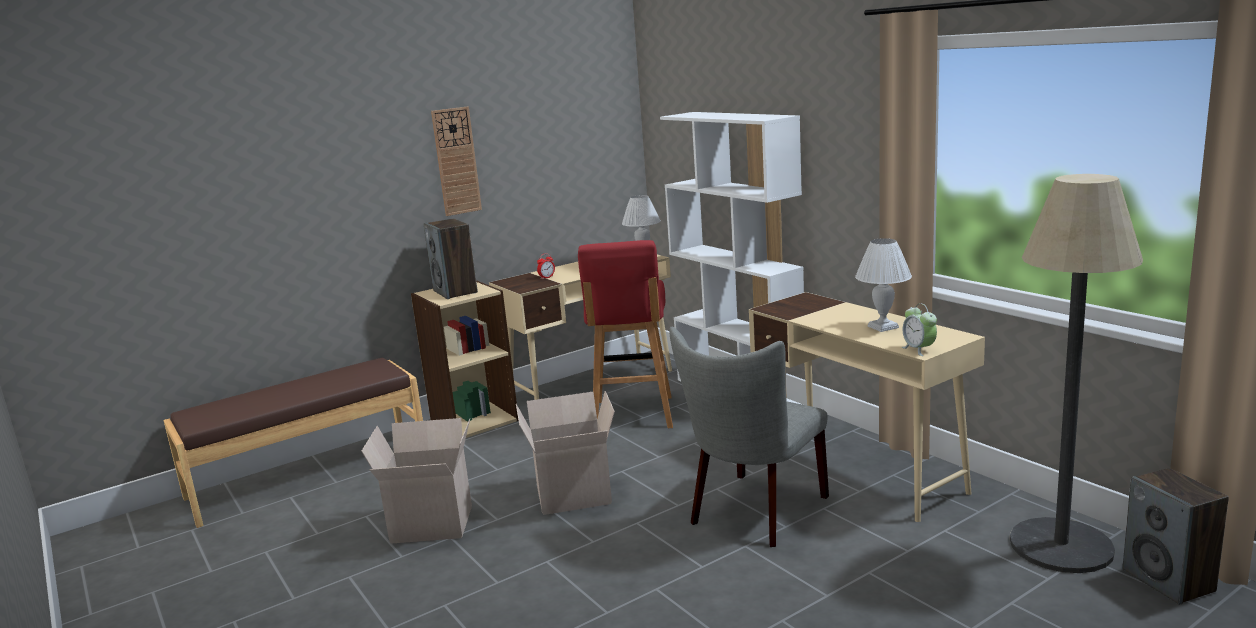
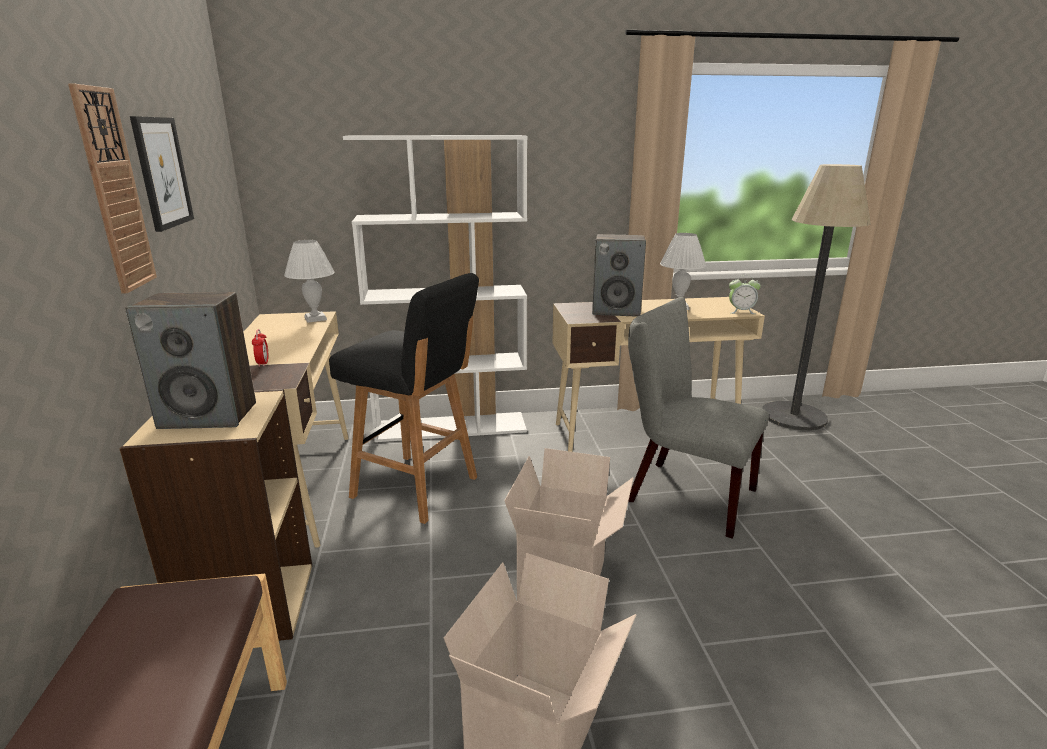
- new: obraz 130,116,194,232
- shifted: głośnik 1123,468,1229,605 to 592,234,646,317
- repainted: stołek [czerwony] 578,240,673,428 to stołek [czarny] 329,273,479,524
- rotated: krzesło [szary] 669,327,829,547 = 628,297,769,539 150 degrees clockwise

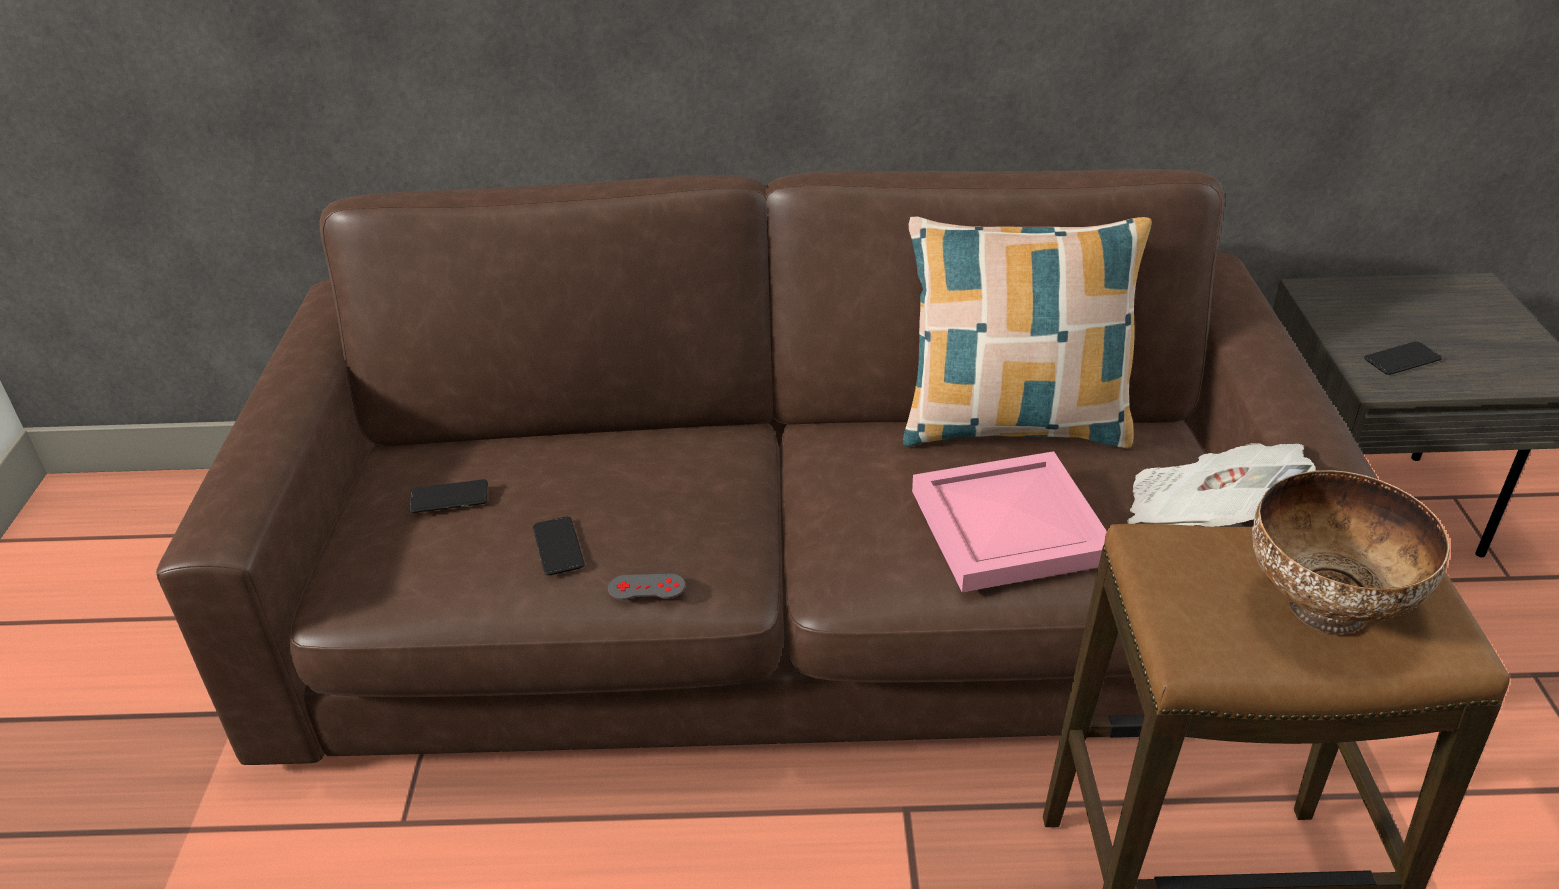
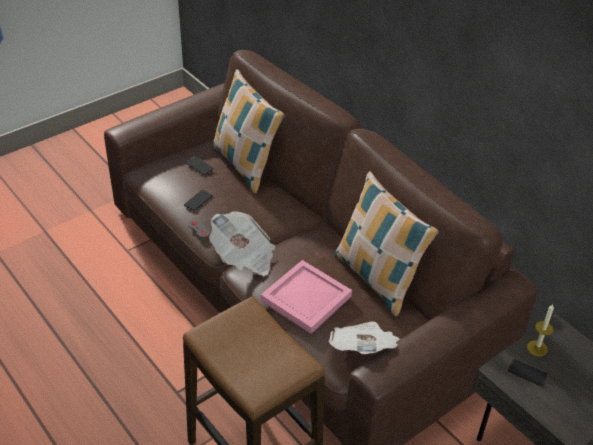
- gone: miska 1252,470,1450,634
- new: gazeta 209,211,275,276
- new: poduszka 212,69,285,193
- new: świeca 527,304,554,357

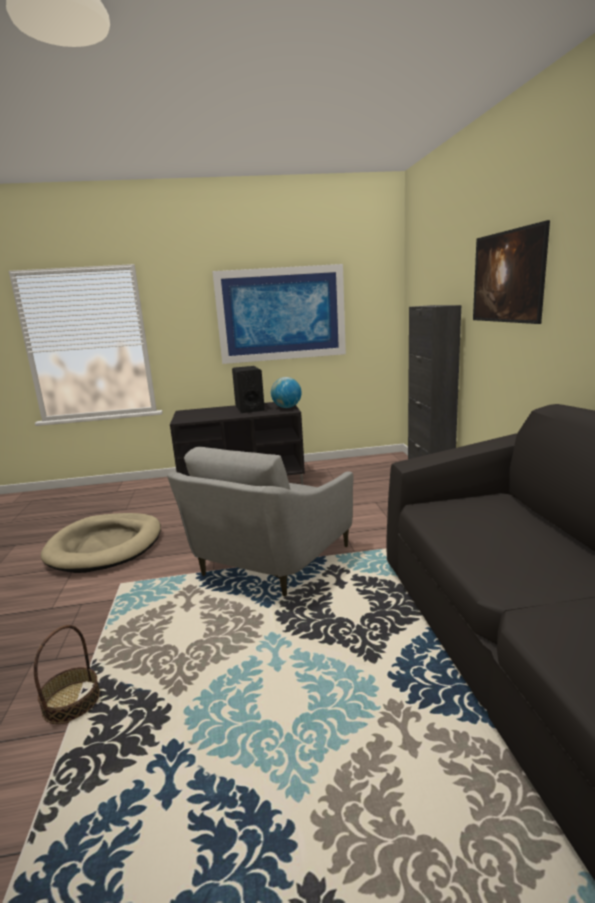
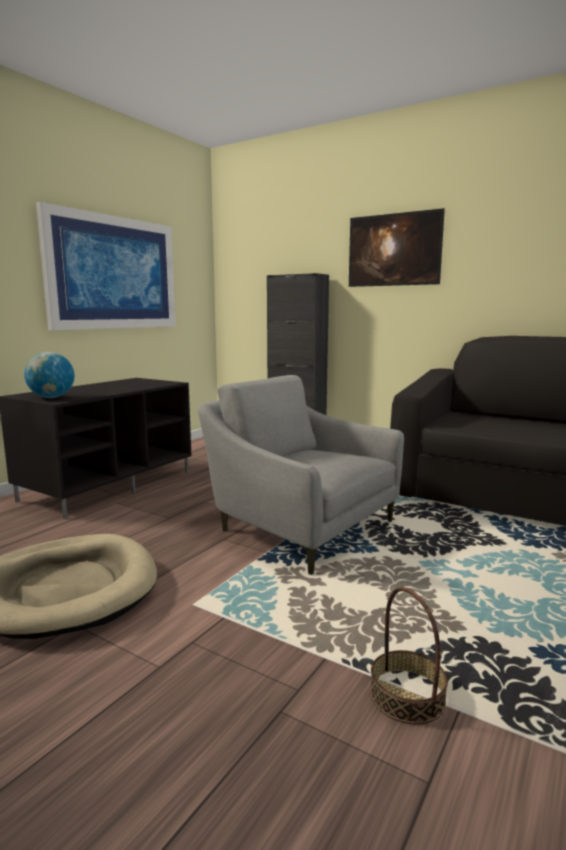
- gone: głośnik [czarny] 232,366,265,413
- shifted: globus 271,377,302,408 to 24,352,74,398
- rotated: fotel [szary] 167,447,354,597 = 197,375,404,575 150 degrees clockwise

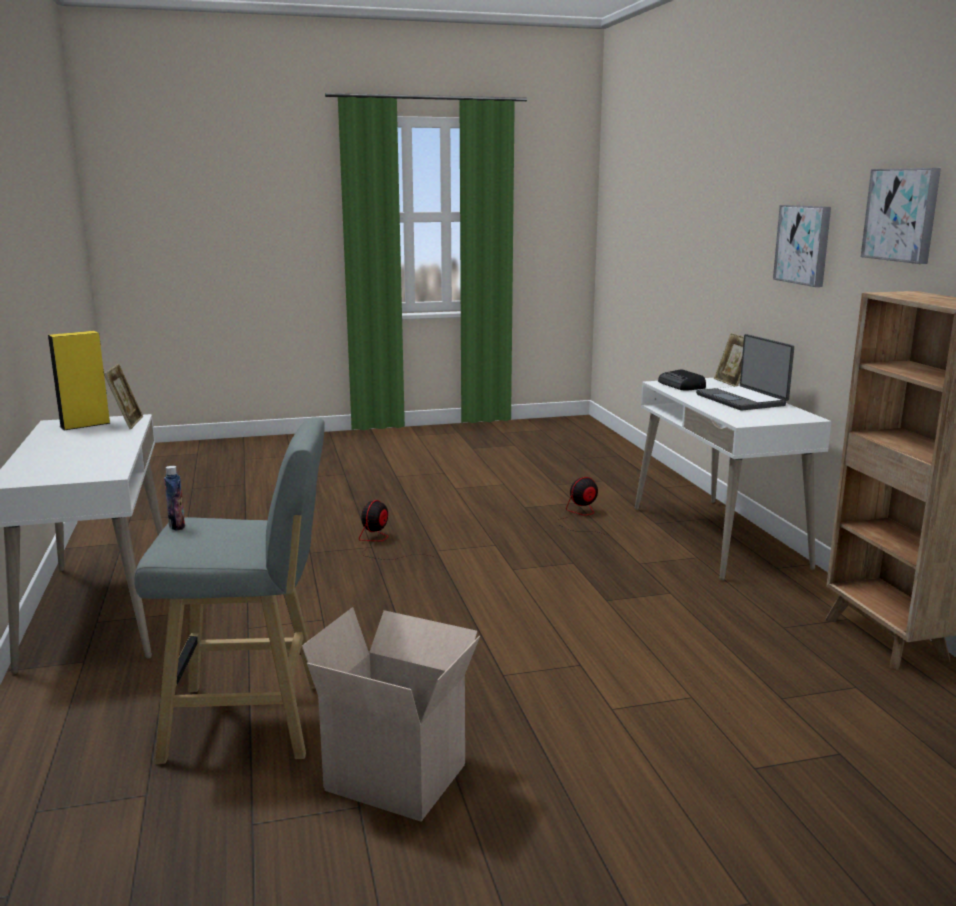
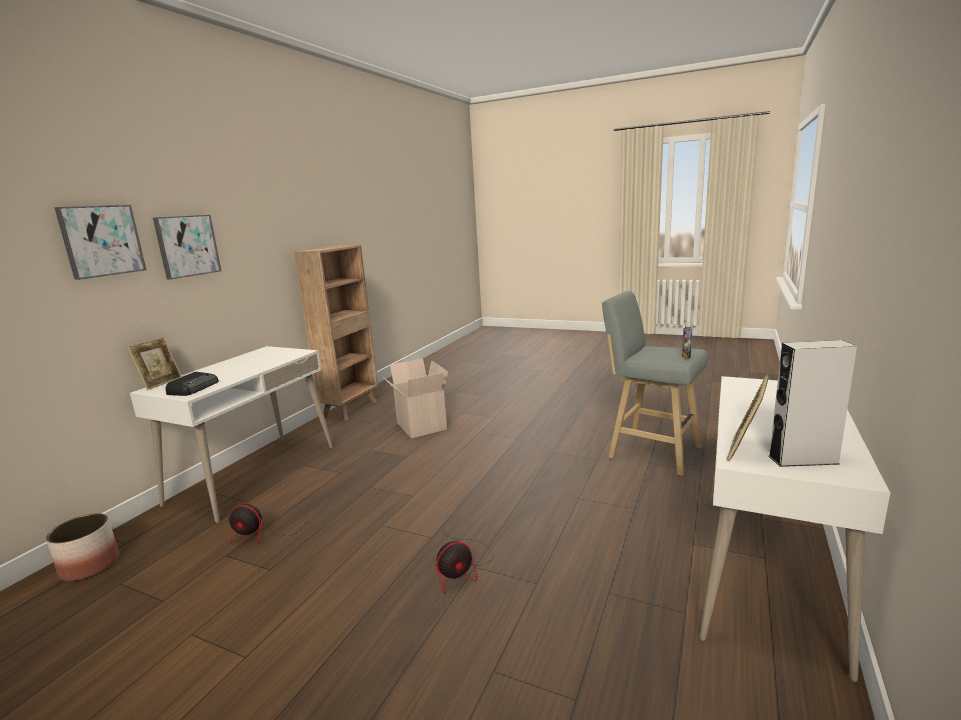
- gone: laptop 696,334,794,411
- new: donica 46,513,119,581
- shifted: karton 302,607,480,822 to 379,358,448,438
- shifted: obraz 861,168,941,264 to 54,205,146,280
- repainted: głośnik [żółty] 48,331,111,430 to głośnik [szary] 769,340,857,467

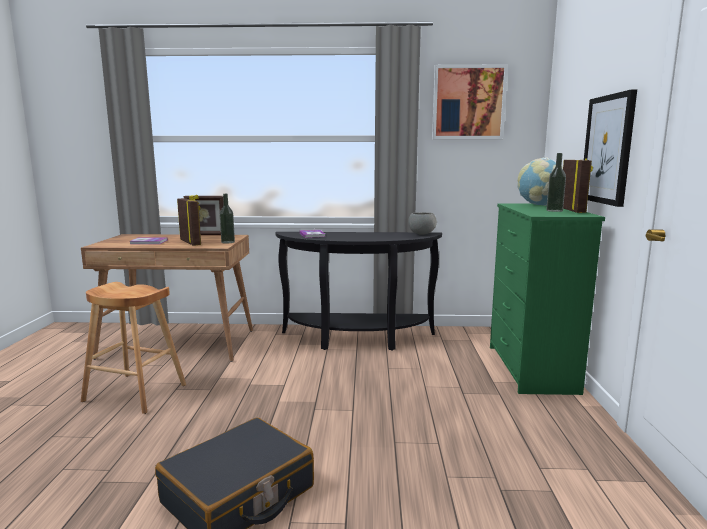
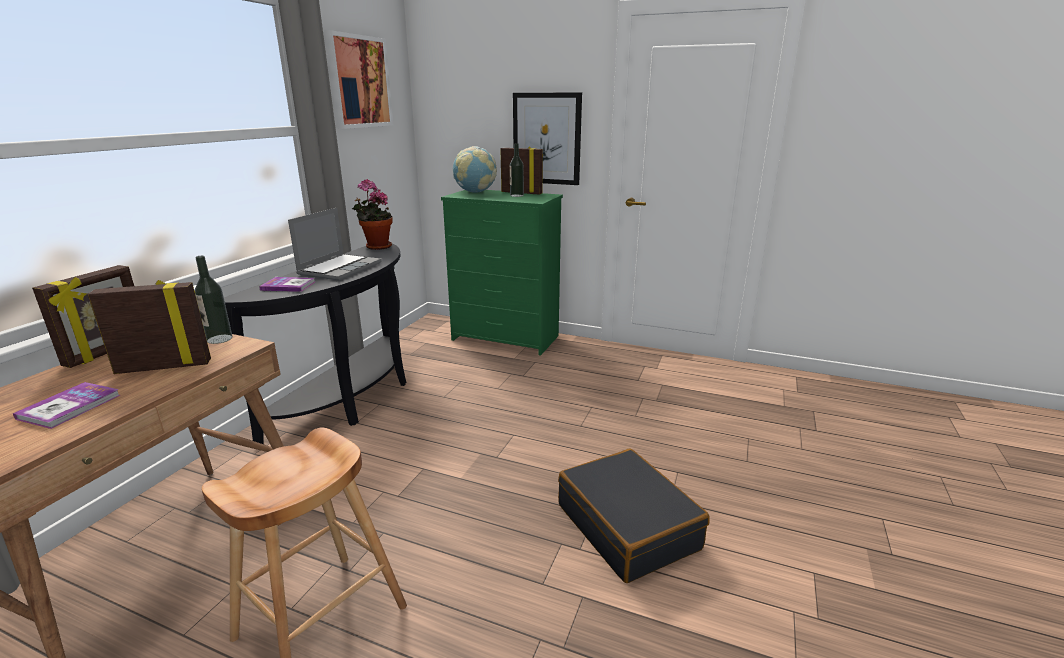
- new: laptop 288,208,382,280
- swapped: miska [szary] 408,212,437,234 to roślina doniczkowa 351,179,393,250

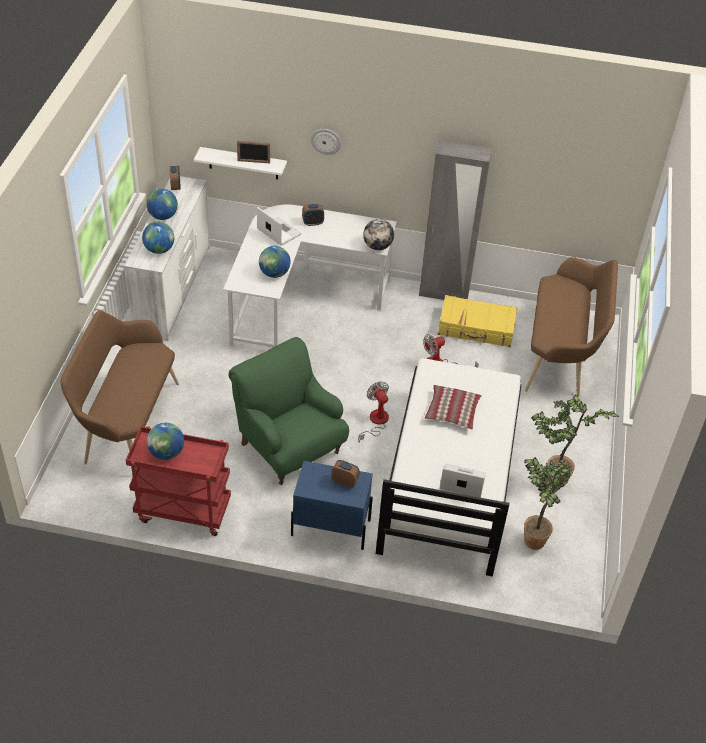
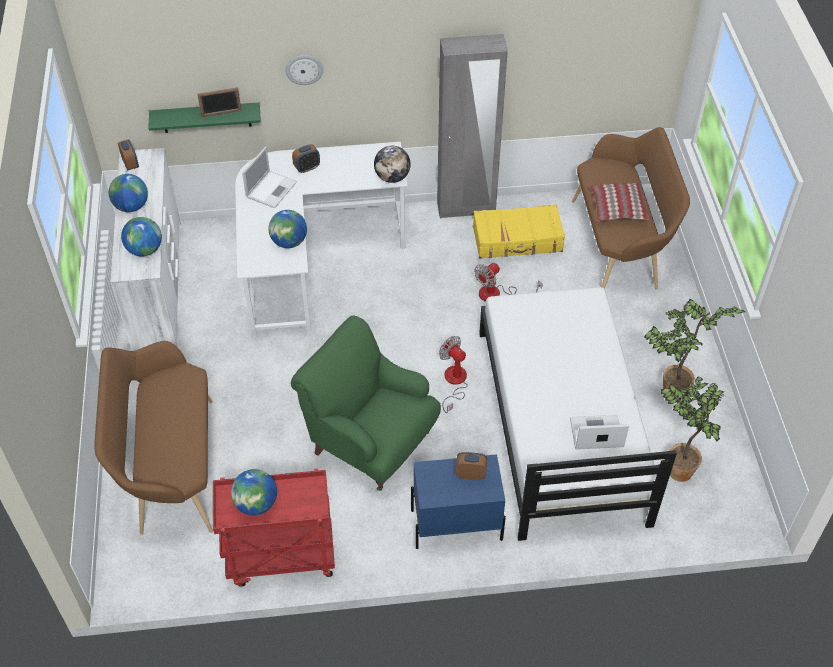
- shifted: poduszka 425,385,482,429 to 590,183,649,221
- repainted: półka [biały] 194,147,287,179 to półka [zielony] 148,102,261,133
- rotated: laptop 257,207,301,246 = 242,147,297,208 90 degrees clockwise

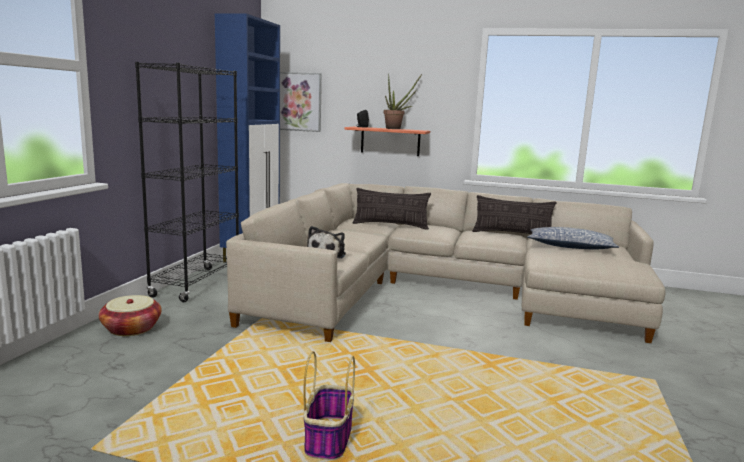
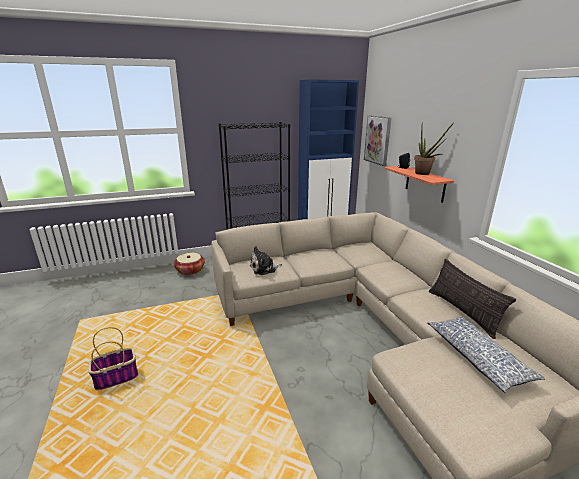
- gone: poduszka 352,188,431,230

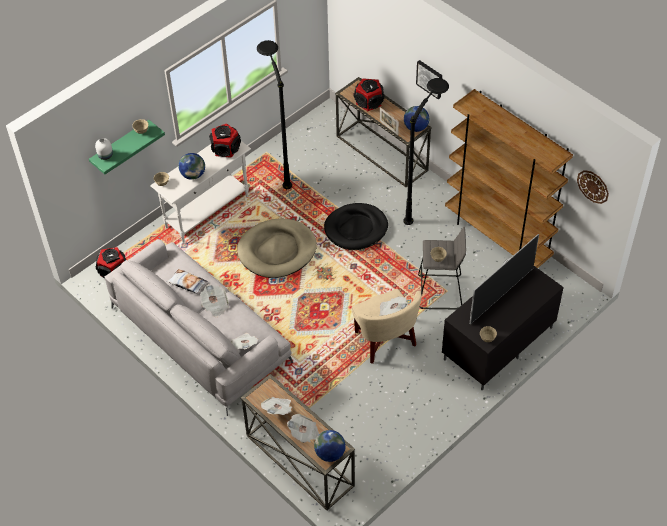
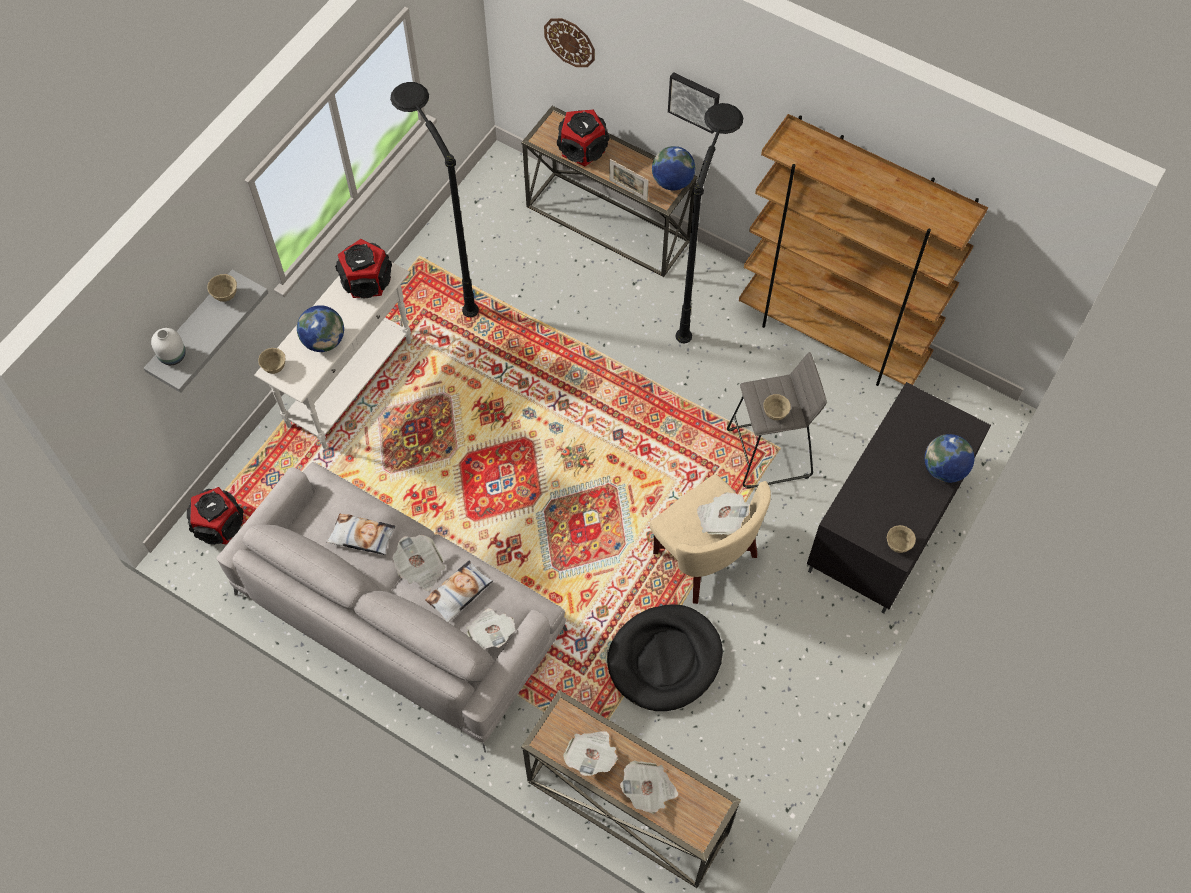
- gone: legowisko [beżowy] 237,218,317,278
- gone: telewizor 470,234,539,325
- new: poduszka 425,560,493,623
- shifted: globus 314,430,346,462 to 925,434,974,483
- shifted: legowisko [czarny] 324,203,388,250 to 607,604,723,711
- shifted: zegar ścienny 577,170,609,204 to 544,18,595,67
- repainted: półka [zielony] 89,120,165,175 to półka [szary] 144,269,268,393

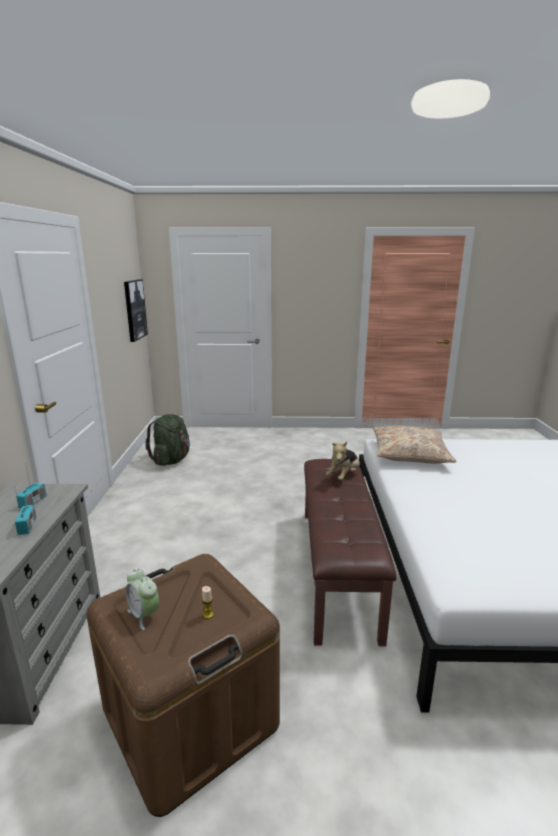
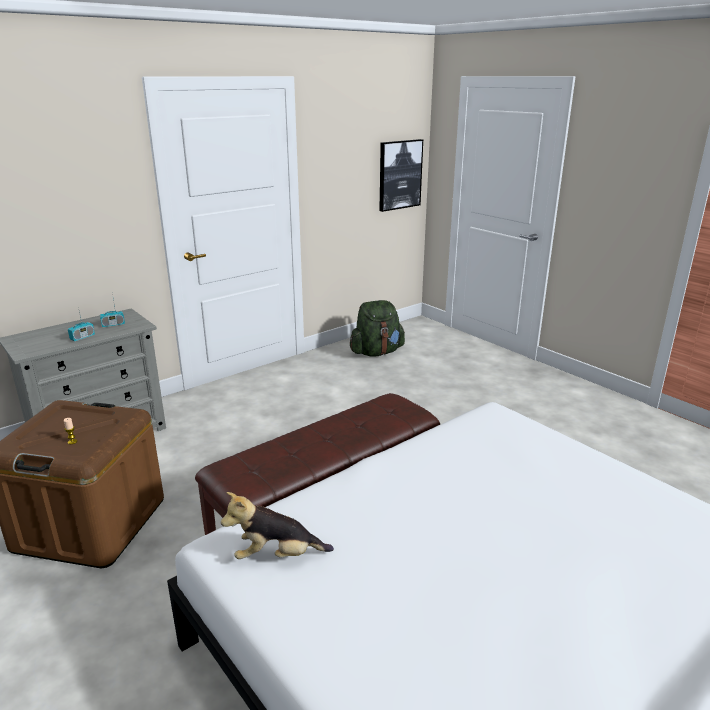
- gone: budzik 126,568,159,630
- gone: poduszka [beżowy] 373,426,457,464
- shifted: pluszak 326,442,360,480 to 221,492,334,559

